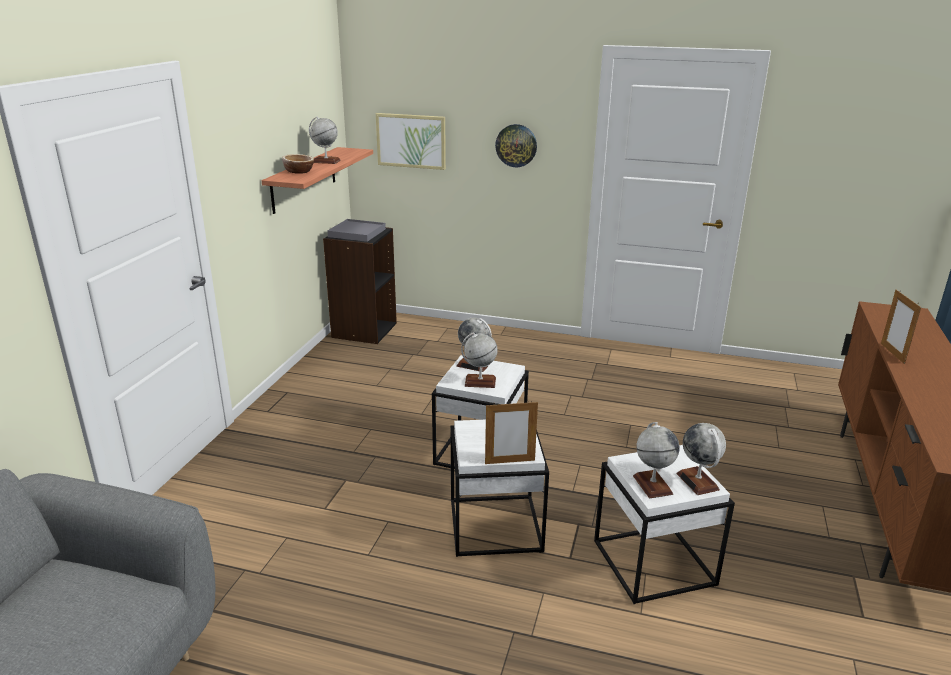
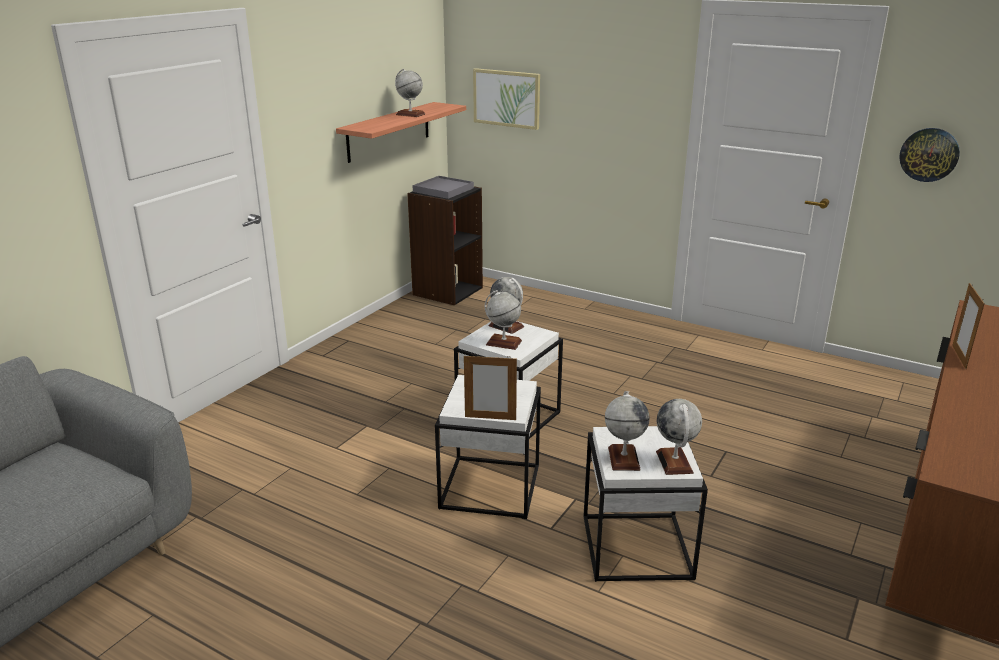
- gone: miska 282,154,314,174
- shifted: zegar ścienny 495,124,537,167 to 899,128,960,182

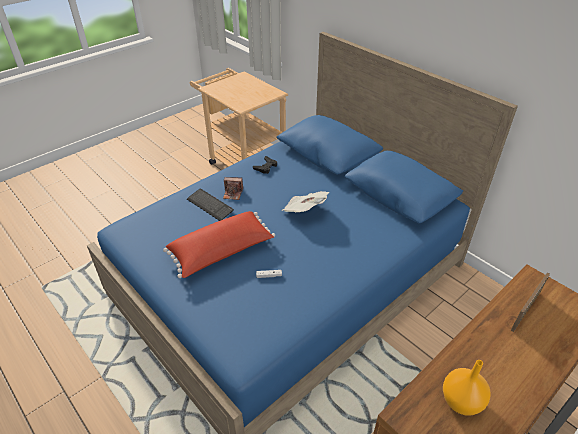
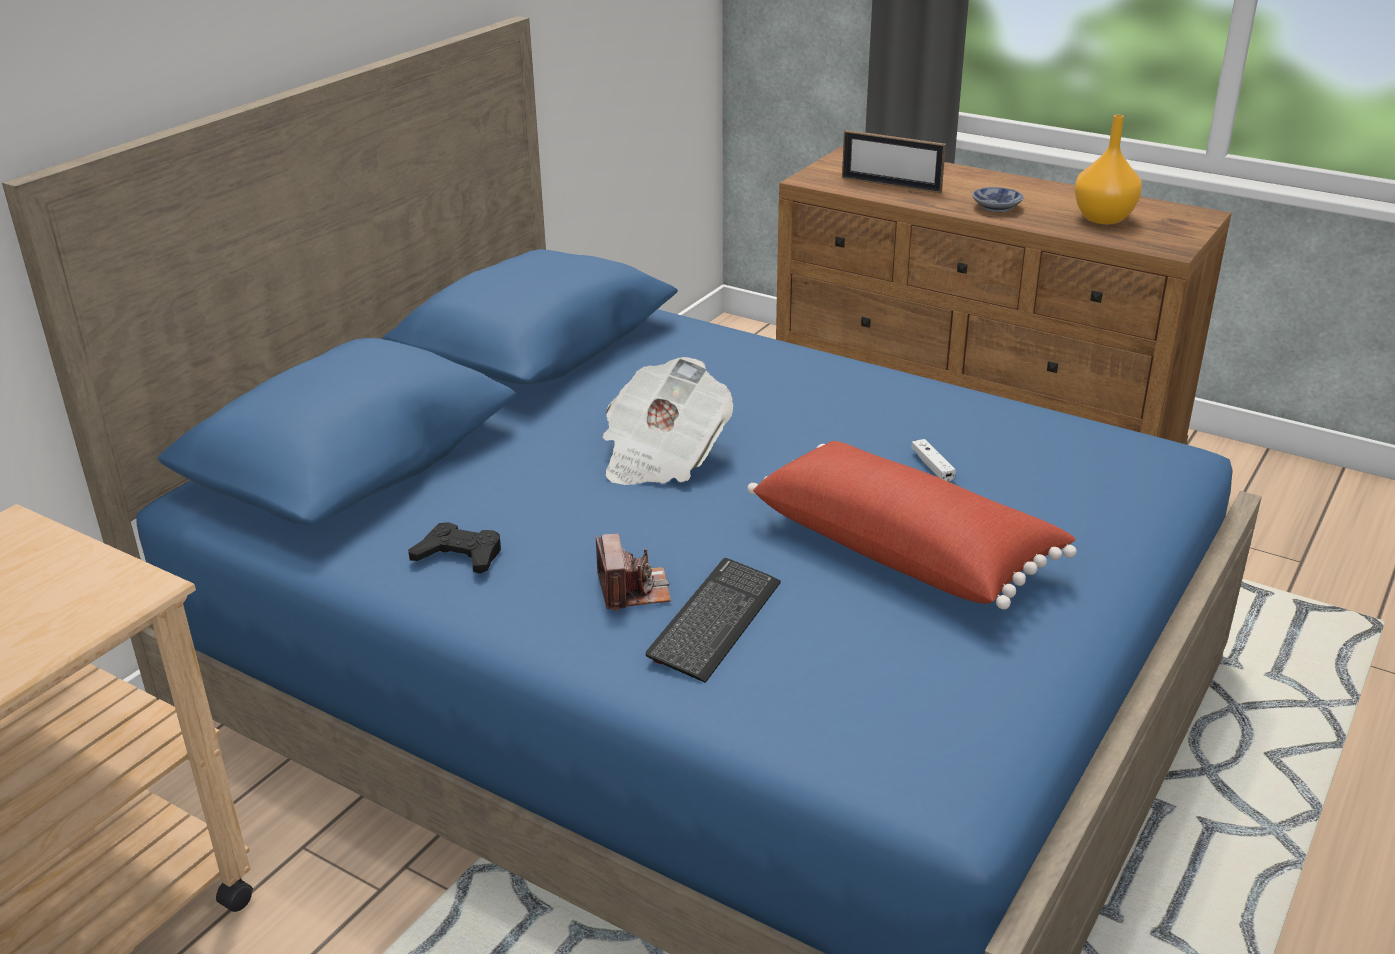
- new: miska 972,187,1024,212

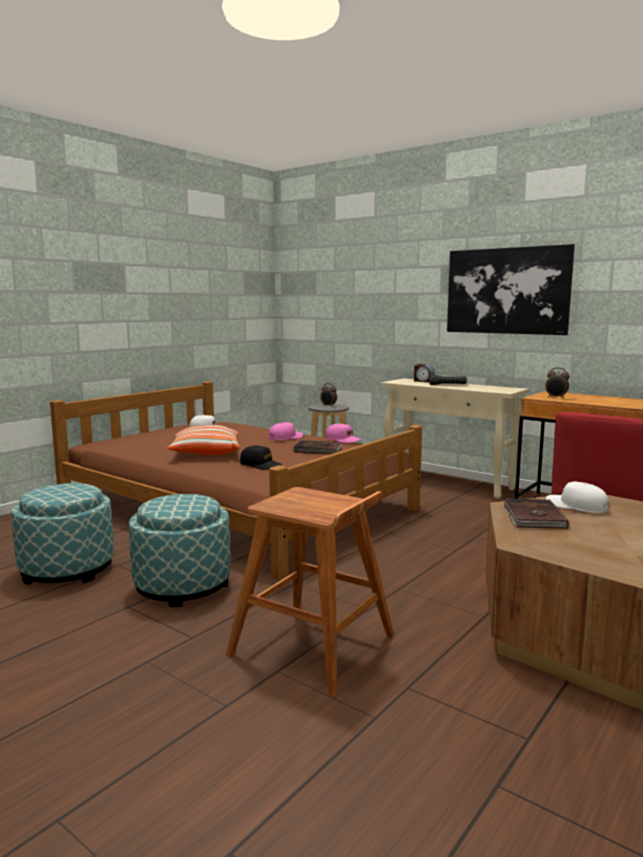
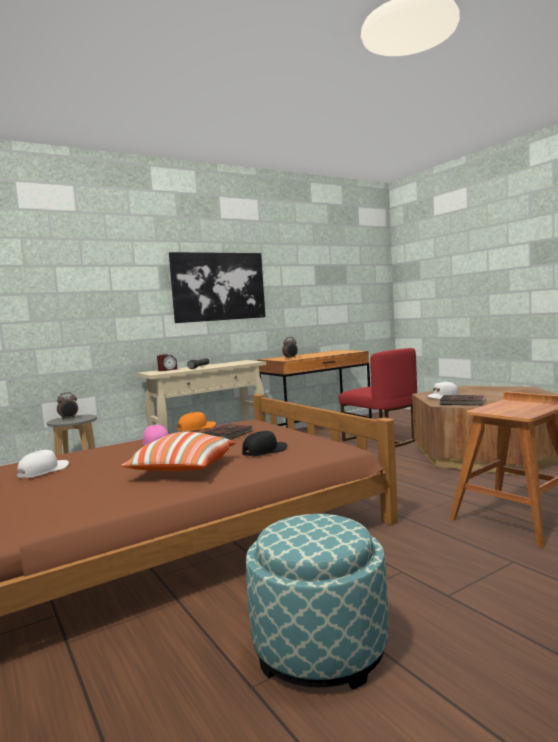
- gone: pufa 129,494,231,607
- repainted: czapka z daszkiem [różowy] 325,423,362,443 to czapka z daszkiem [pomarańczowy] 177,412,216,431

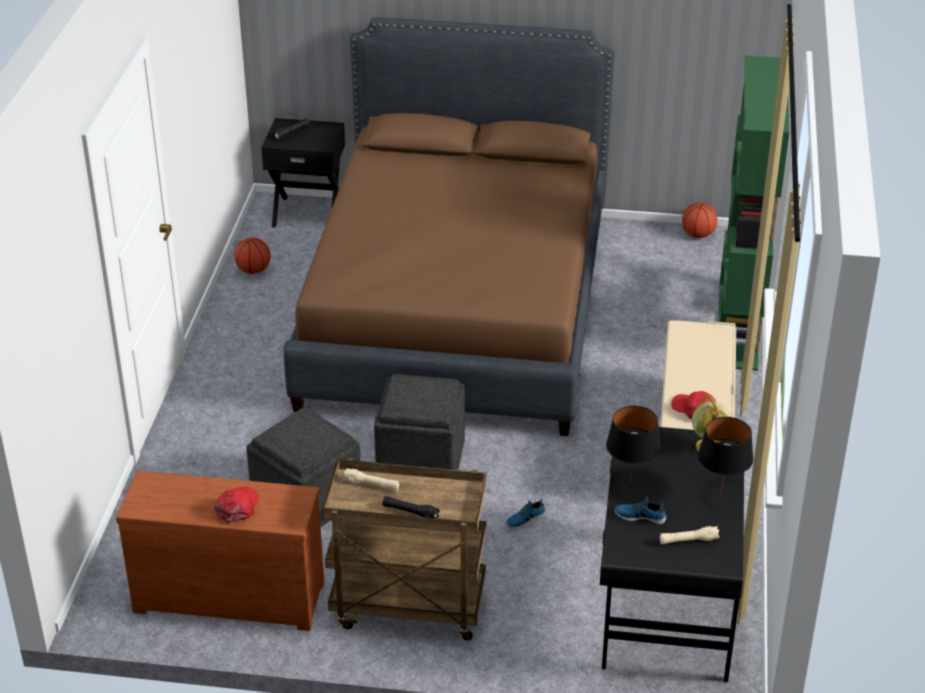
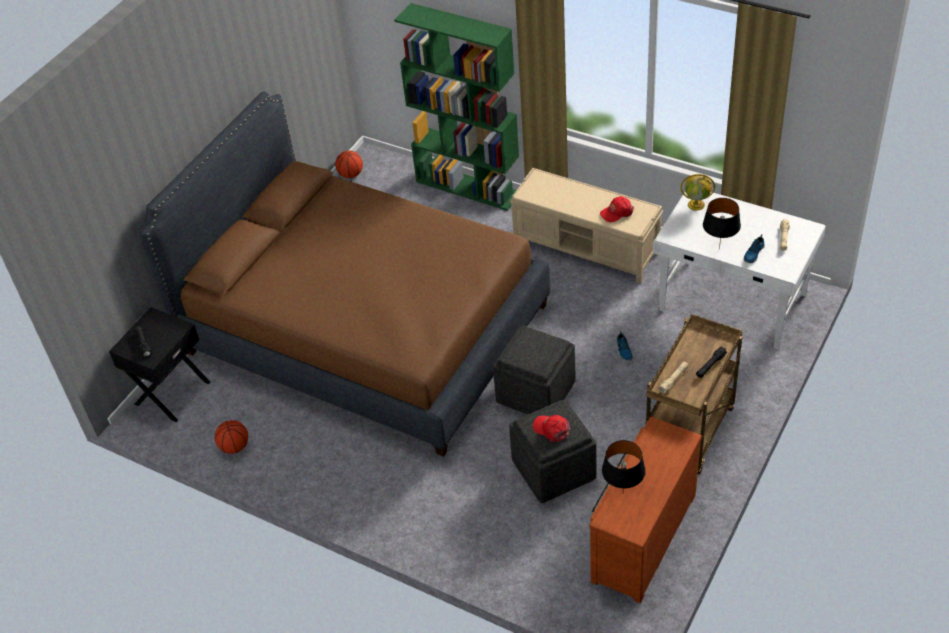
- shifted: czapka z daszkiem [czerwony] 214,487,259,523 to 533,415,570,442
- shifted: lampa stołowa [czarny] 698,417,753,494 to 602,440,646,489
- repainted: biurko [czarny] 600,427,744,682 to biurko [biały] 653,192,826,349

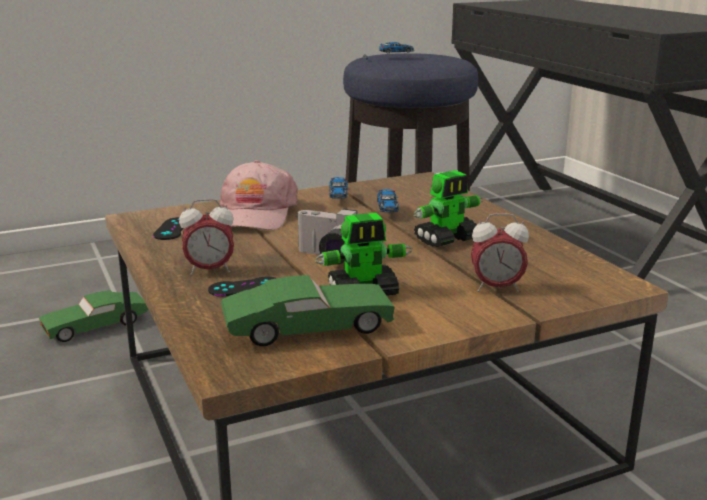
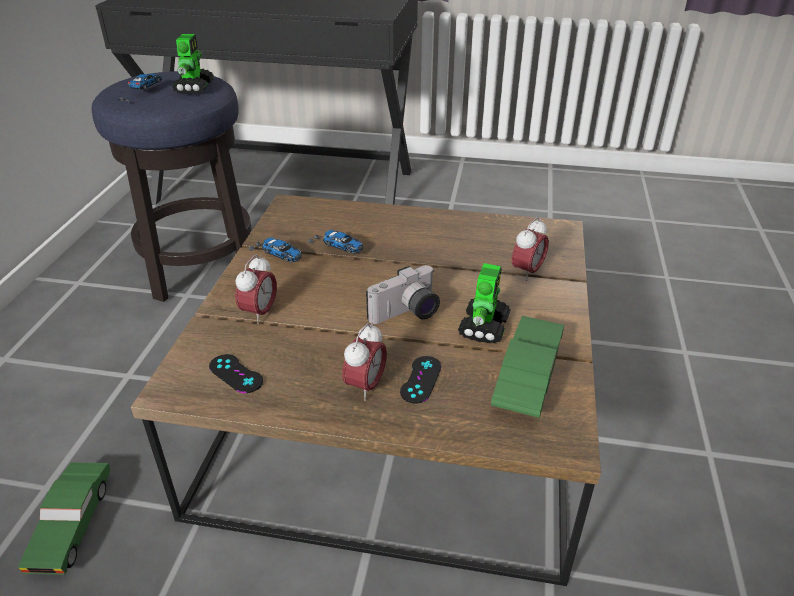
- shifted: robot zabawkowy 414,170,483,247 to 172,34,214,95
- swapped: czapka z daszkiem [różowy] 220,160,298,230 to budzik 235,255,277,324

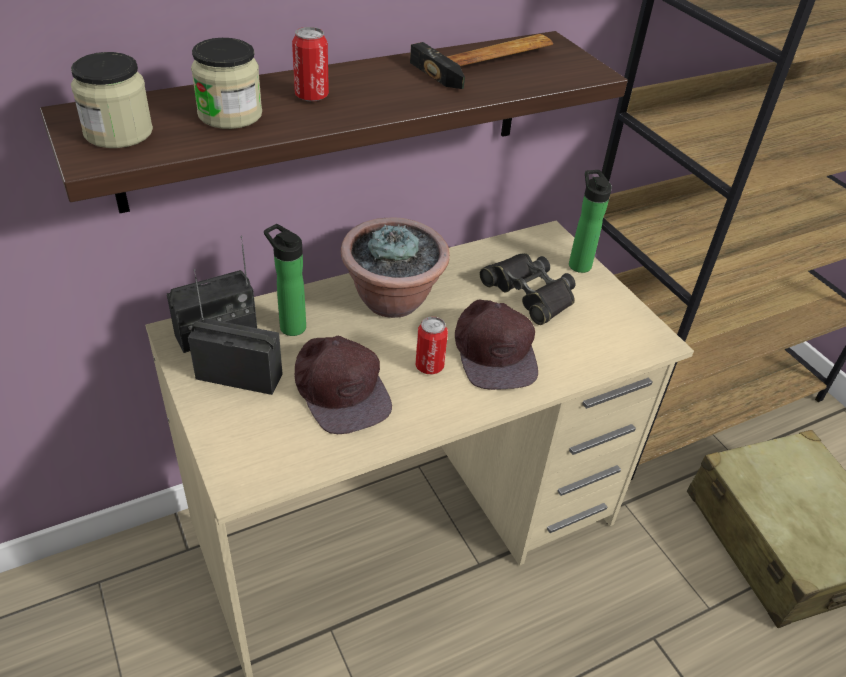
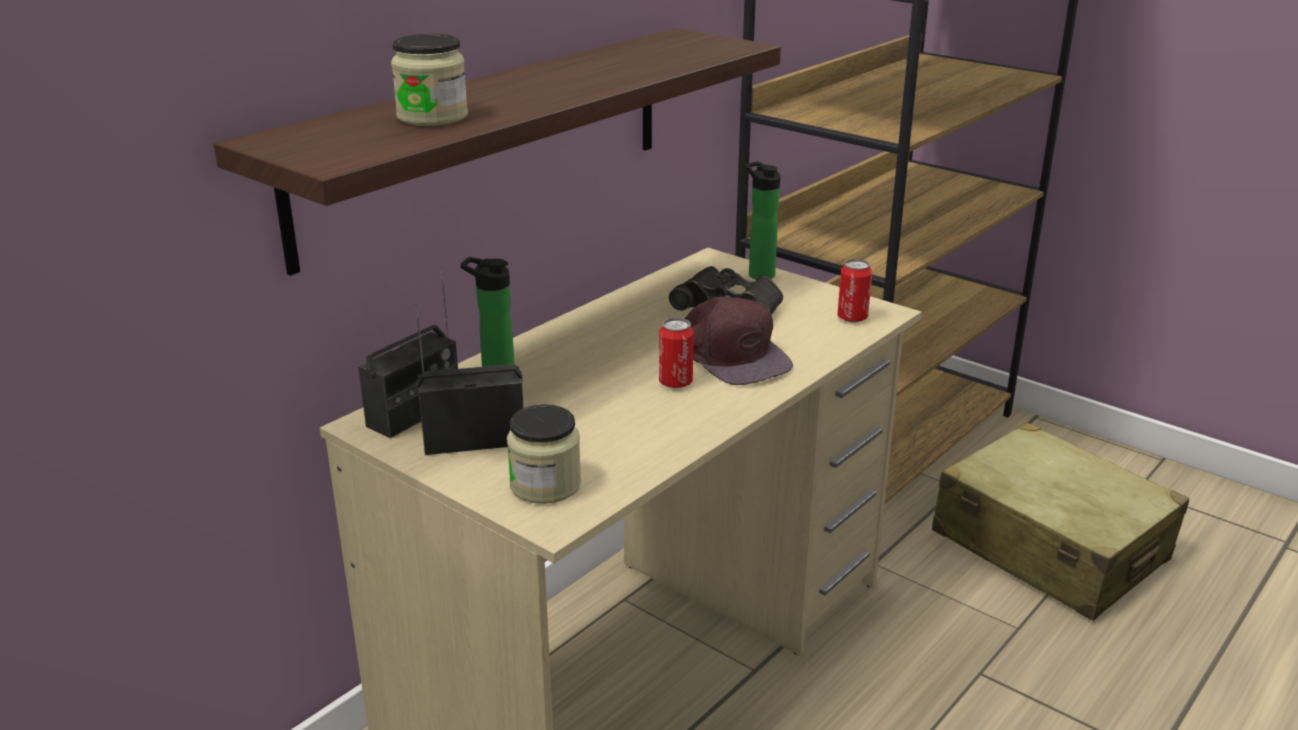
- gone: czapka z daszkiem [brązowy] 294,336,392,434
- gone: roślina doniczkowa 341,217,450,318
- gone: młotek 410,34,553,89
- shifted: słoik 71,52,153,148 to 507,404,581,504
- shifted: puszka 292,27,329,102 to 838,259,872,323

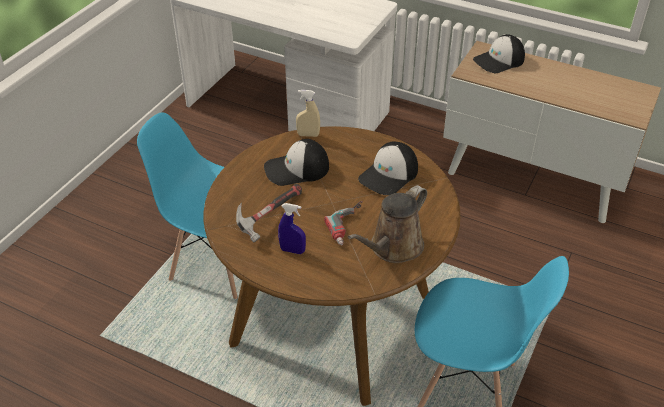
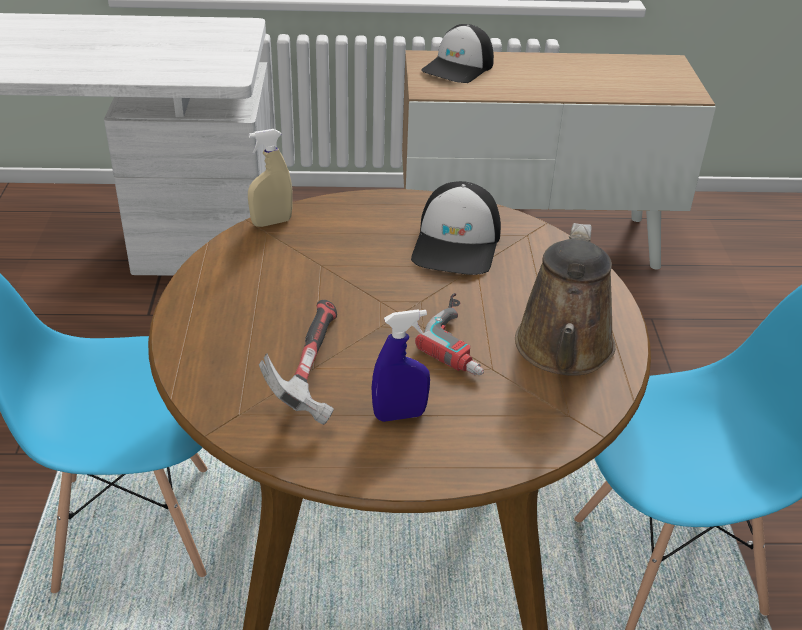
- gone: czapka z daszkiem 264,139,329,186

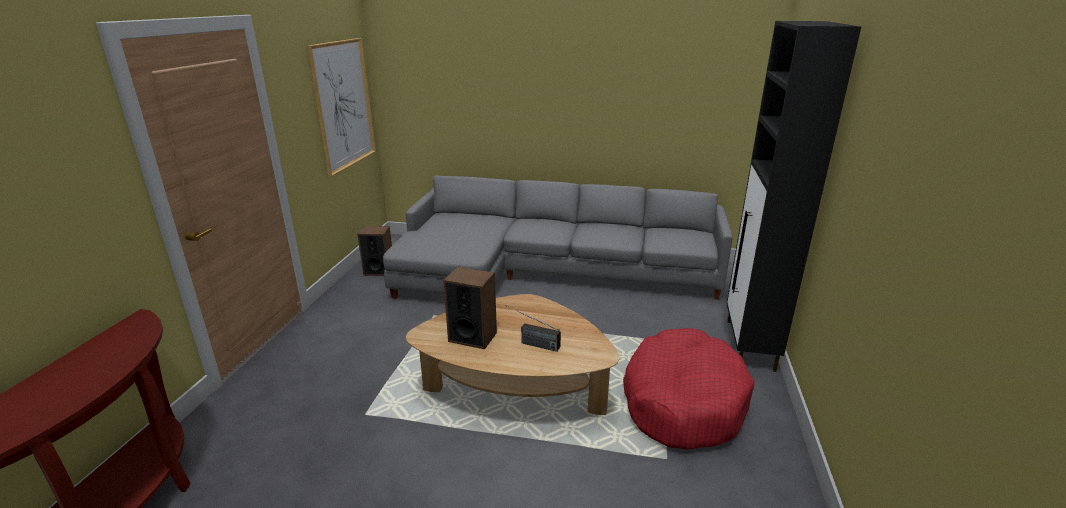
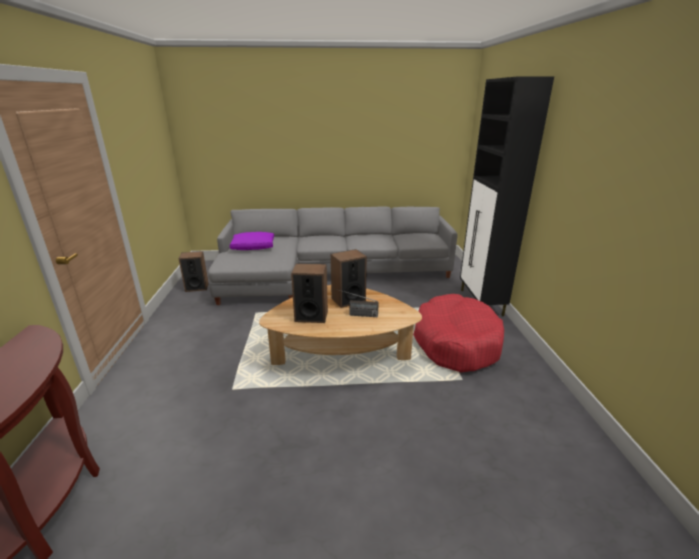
- gone: obraz 307,38,376,177
- new: poduszka [fioletowy] 230,232,274,250
- new: głośnik 331,249,367,308

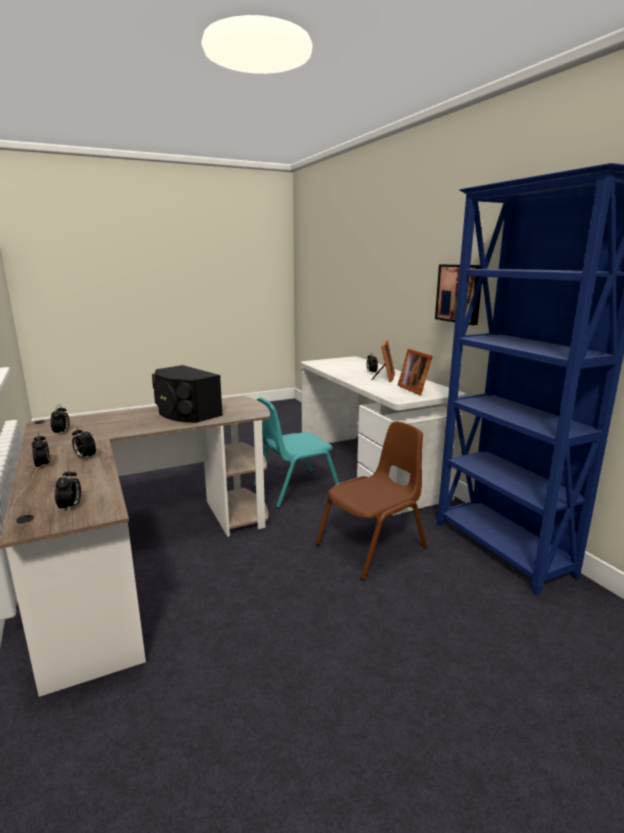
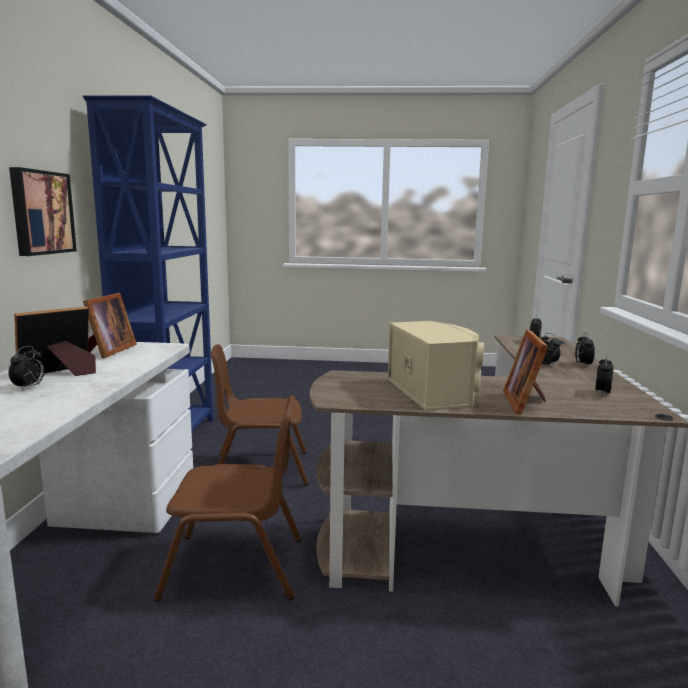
- new: ramka na zdjęcie 503,329,548,415
- repainted: głośnik [czarny] 152,365,223,423 to głośnik [beżowy] 388,321,484,411
- repainted: krzesło [turkusowy] 253,398,339,508 to krzesło [brązowy] 154,395,301,602

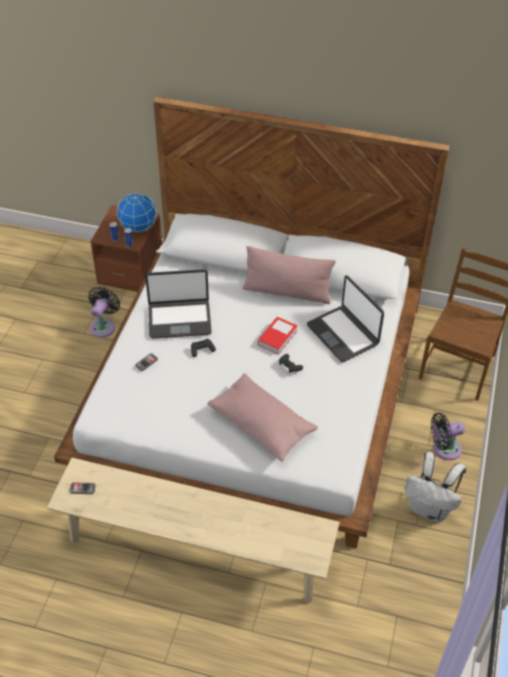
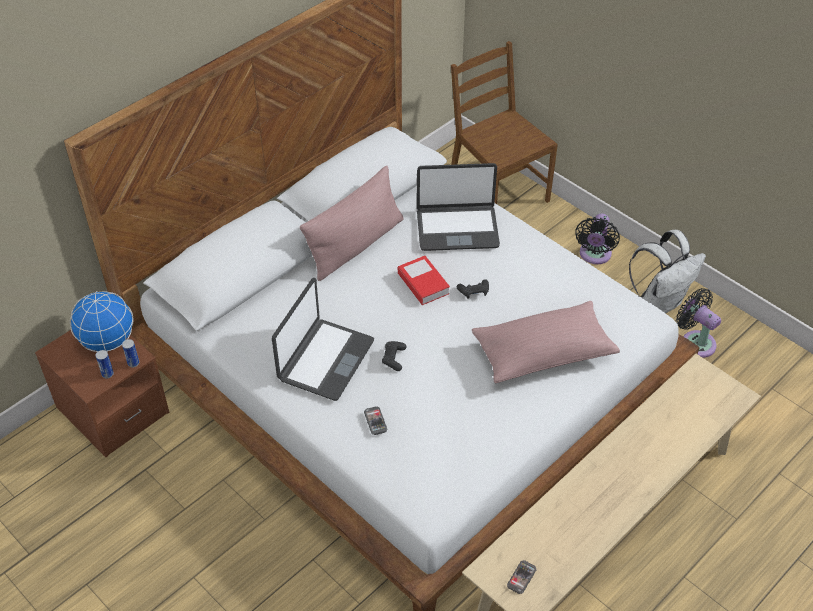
- shifted: wentylator [czarny] 88,287,120,338 to 676,288,721,358

